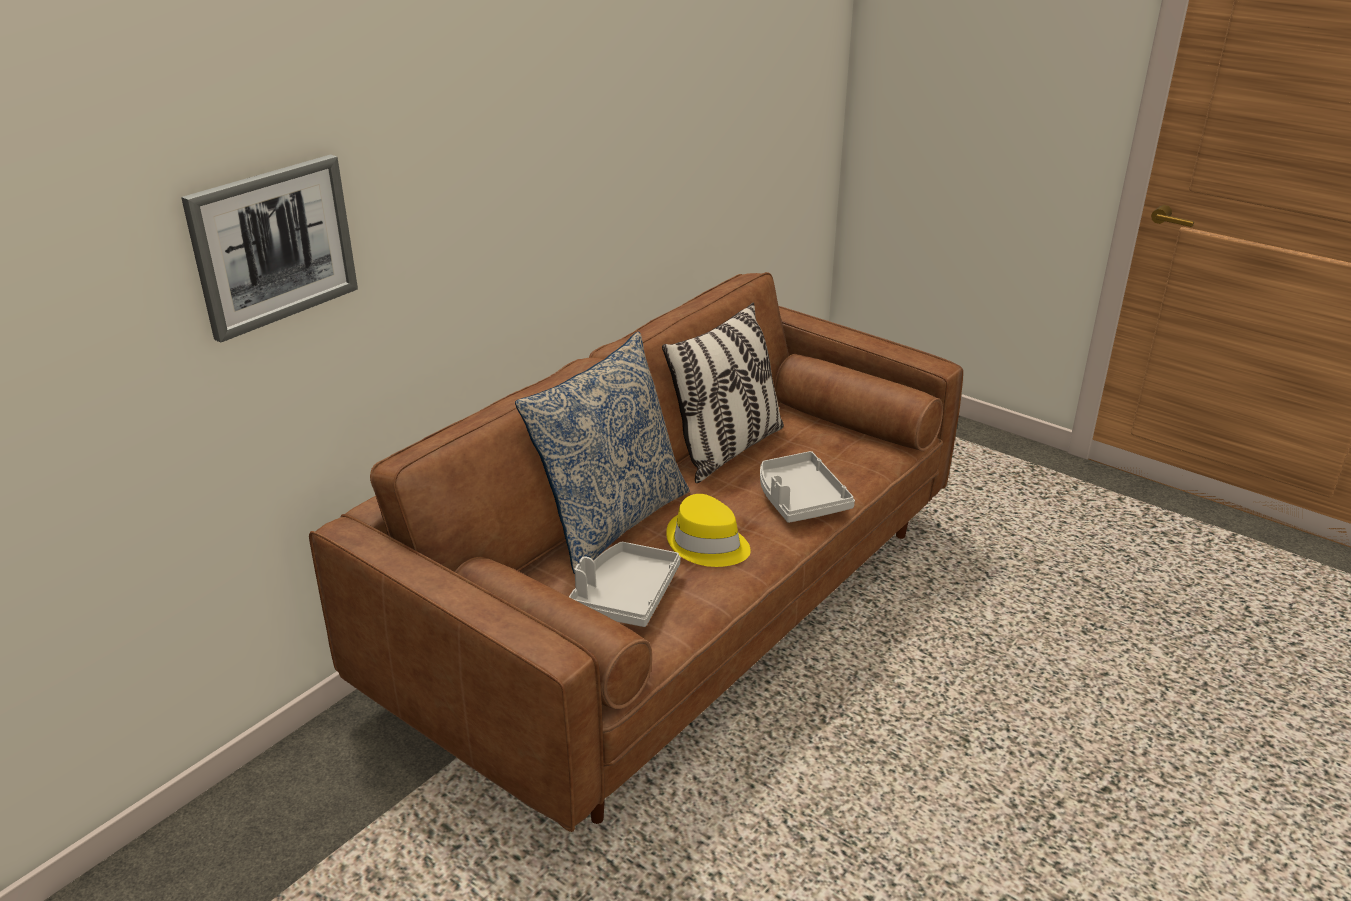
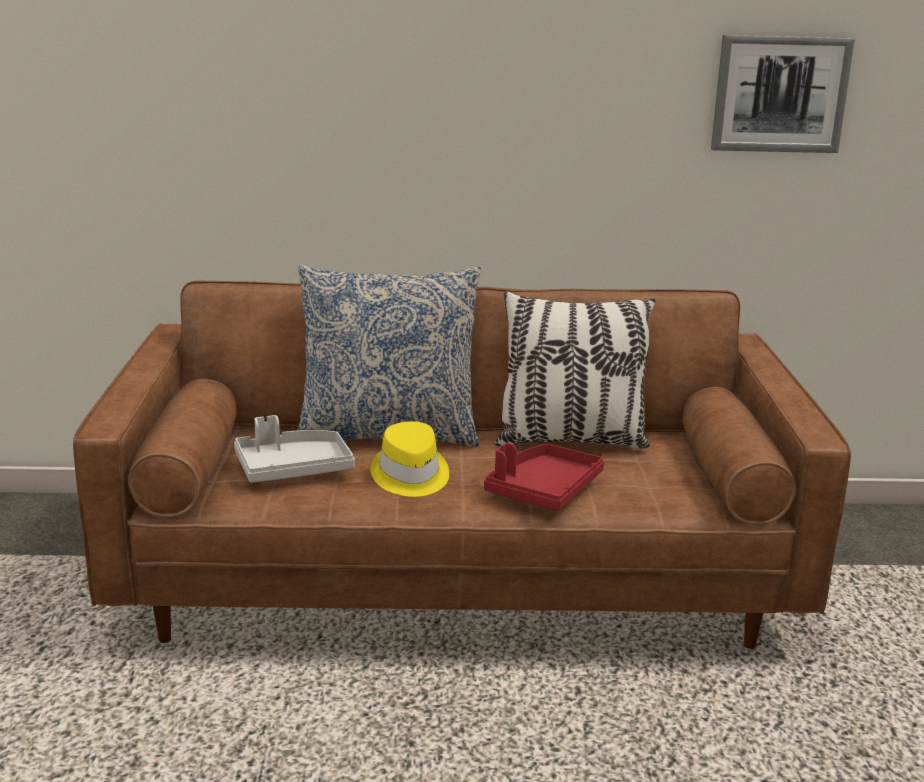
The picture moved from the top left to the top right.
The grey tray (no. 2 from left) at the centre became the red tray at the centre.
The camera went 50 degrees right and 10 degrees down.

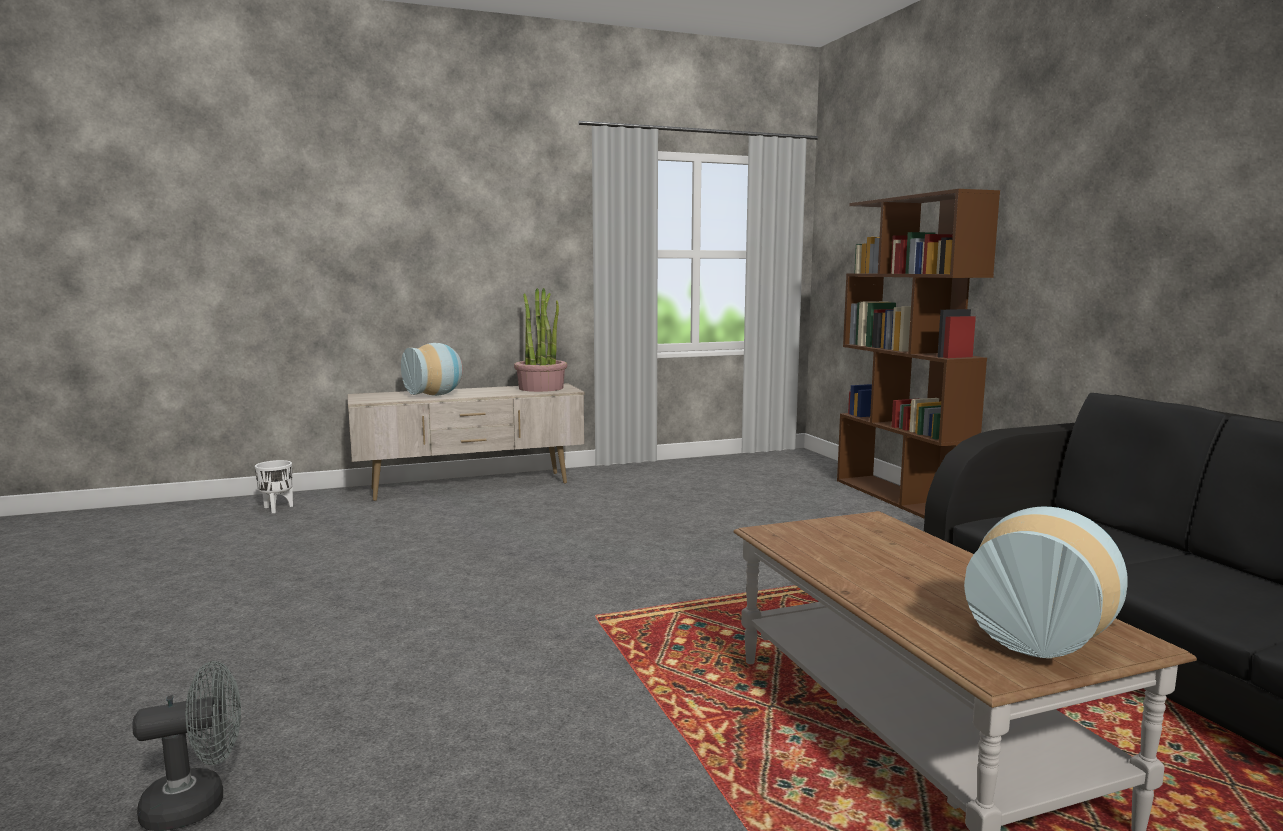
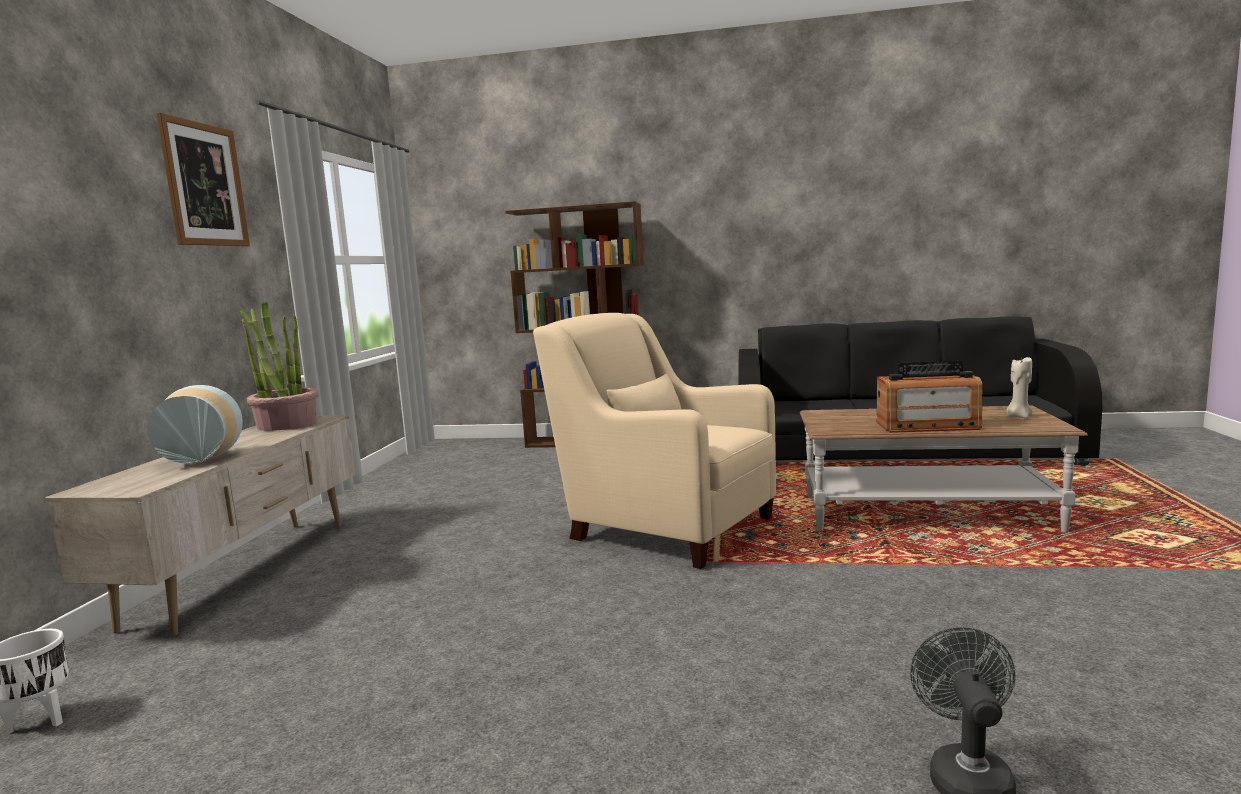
The vase (no. 2 from left) at the bottom right was replaced by the beige candle at the middle right.
The picture at the top left appeared.
The beige armchair at the centre appeared.
The radio at the middle right appeared.
The camera went 60 degrees left and 0 degrees up.

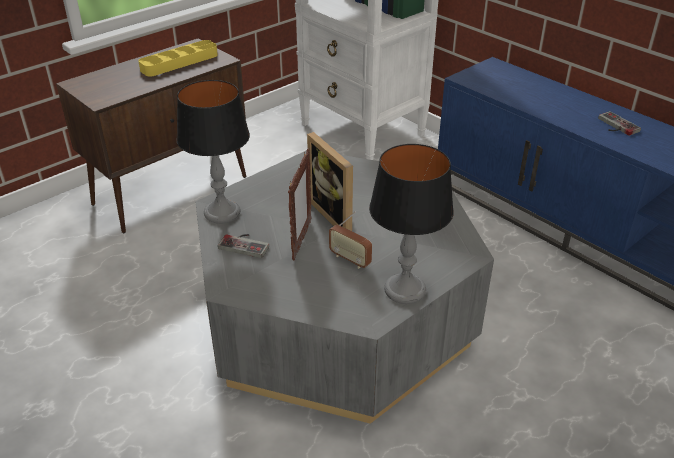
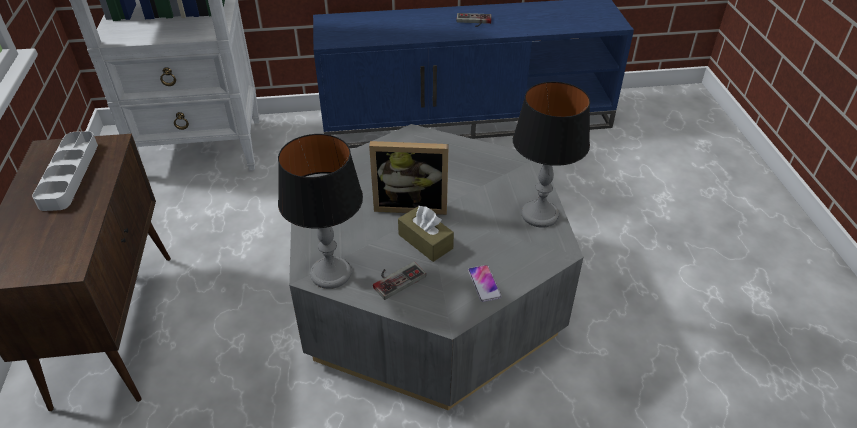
The yellow tray at the top left became the grey tray at the middle left.
The picture frame (no. 1 from left) at the centre was replaced by the brown tissue box at the centre.
The radio at the centre disappeared.
The phone at the centre appeared.
The camera went 55 degrees left and 5 degrees up.

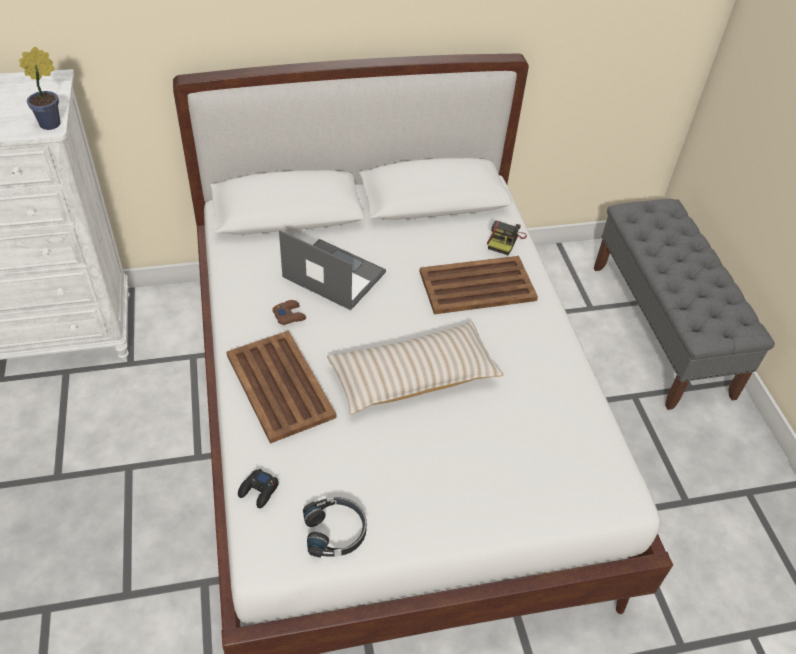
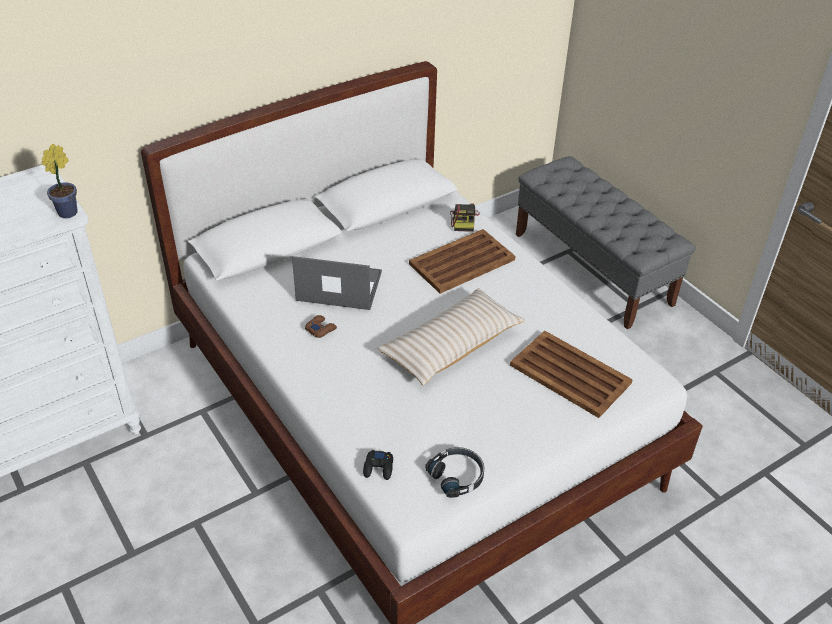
The brown tray (no. 1 from left in the first image) moved from the centre to the middle right.
The camera went 20 degrees left and 5 degrees down.

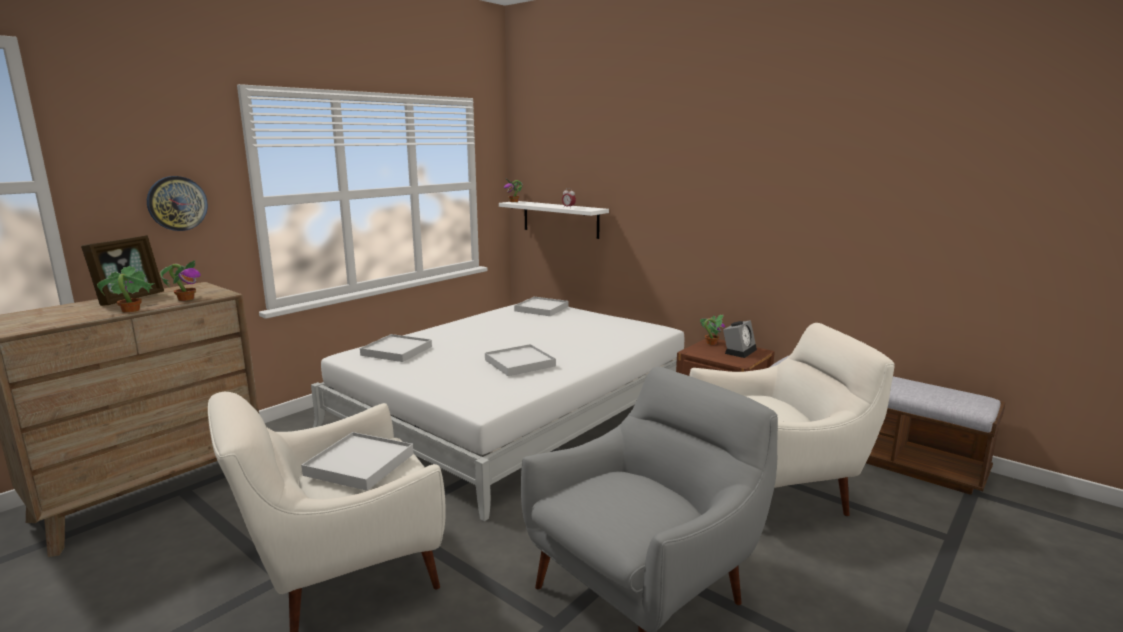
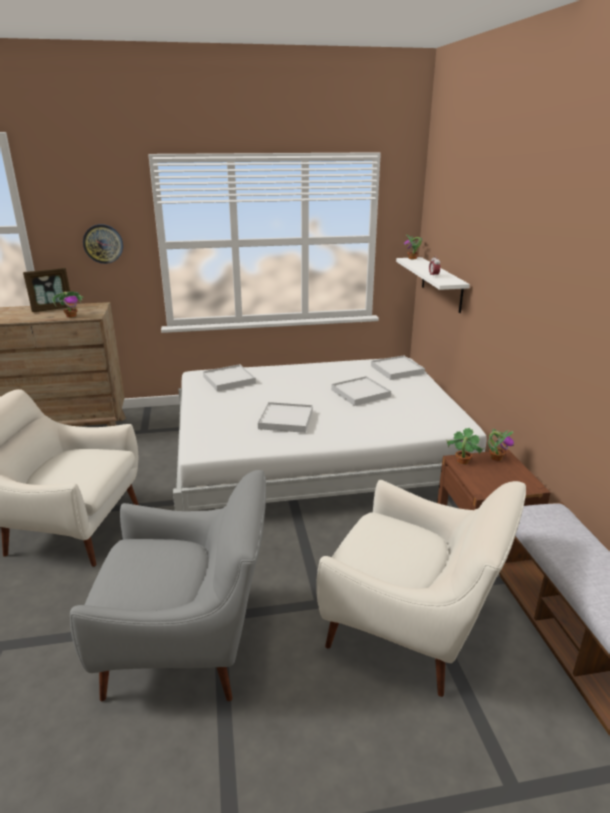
The potted plant (no. 1 from left in the first image) moved from the middle left to the middle right.
The white tray (no. 1 from left in the first image) moved from the bottom left to the centre.
The alarm clock (no. 2 from left) at the centre disappeared.
The camera went 40 degrees right and 10 degrees up.

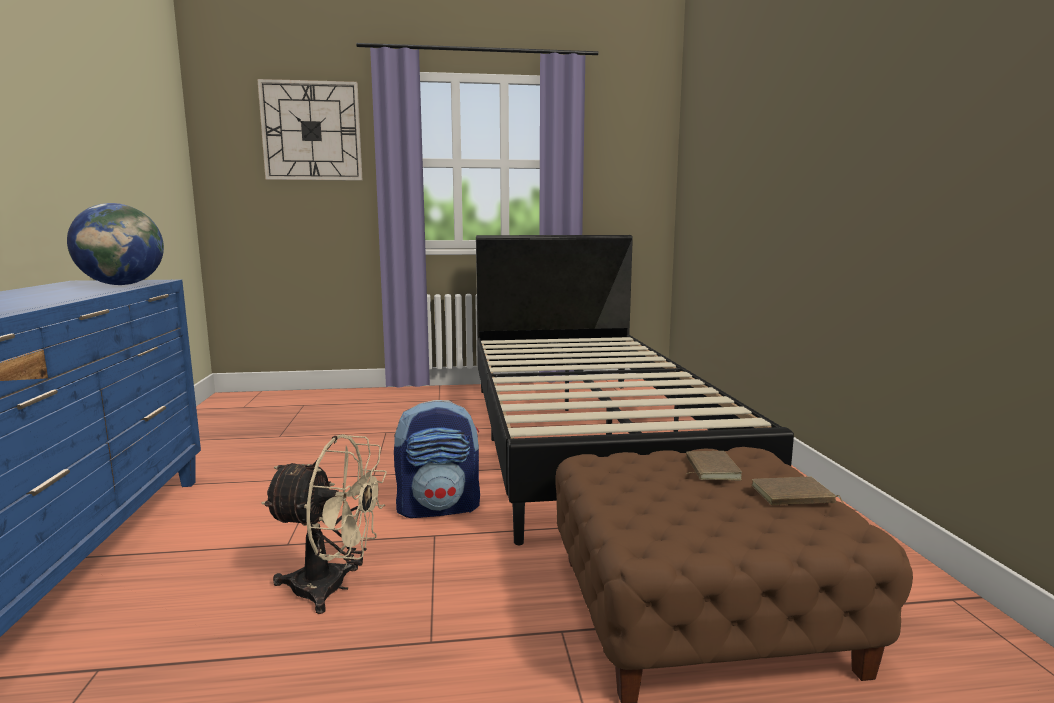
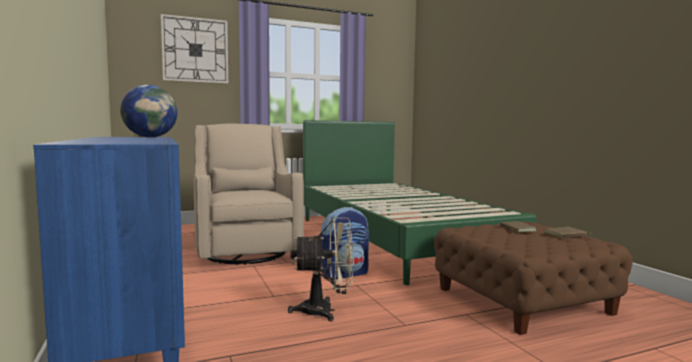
The black bed at the centre became the green bed at the centre.
The beige armchair at the centre appeared.
The camera went 15 degrees left and 5 degrees down.

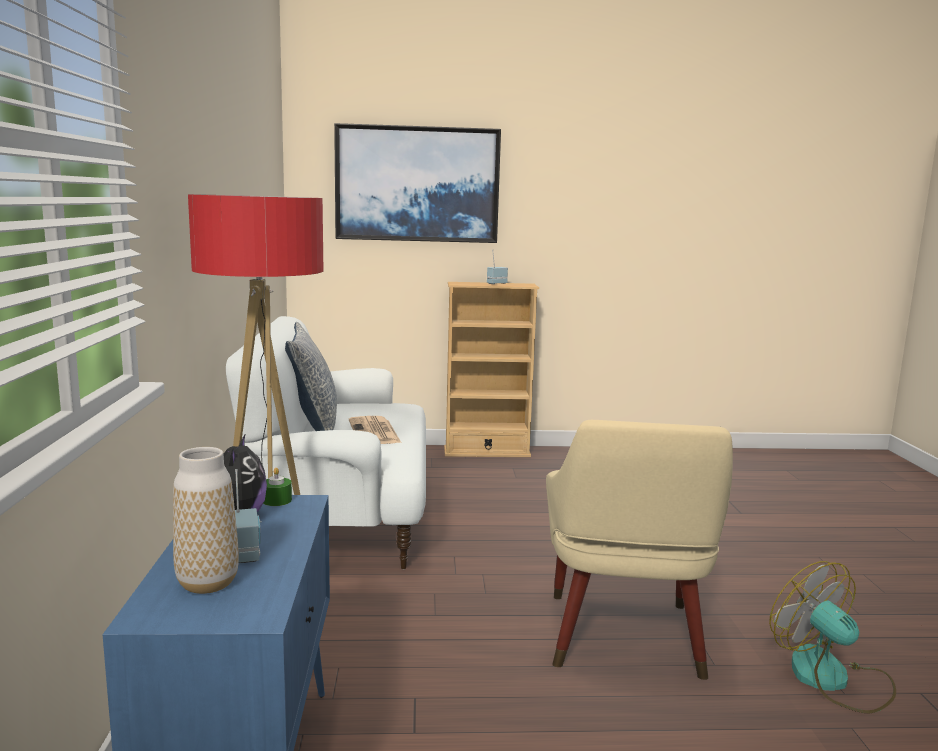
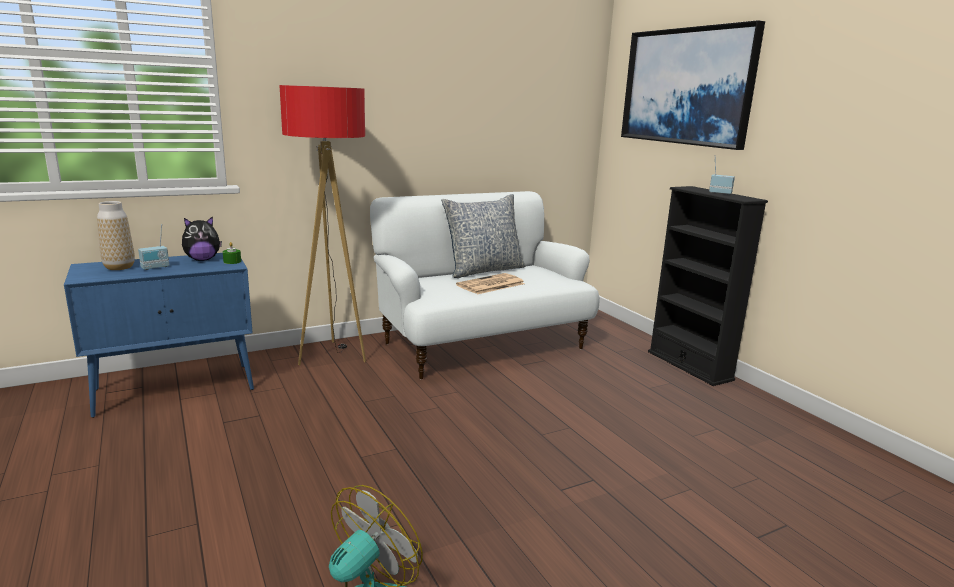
The beige bookcase at the centre became the black bookcase at the middle right.
The beige armchair at the bottom right disappeared.
The camera went 65 degrees right and 5 degrees up.

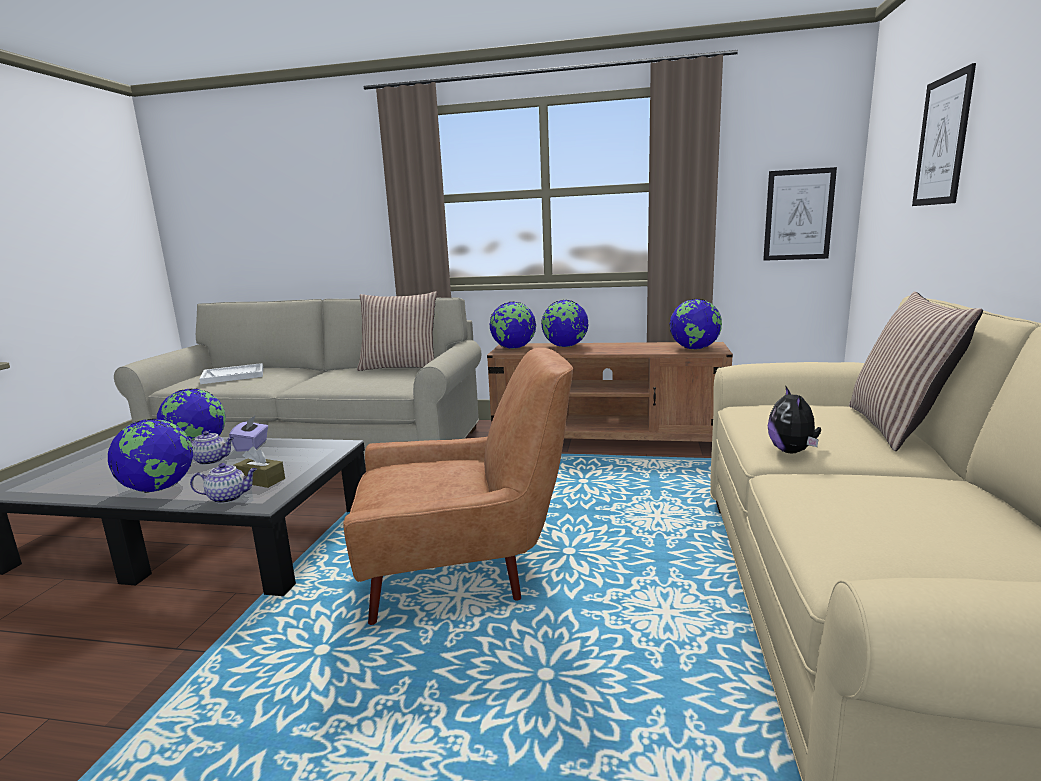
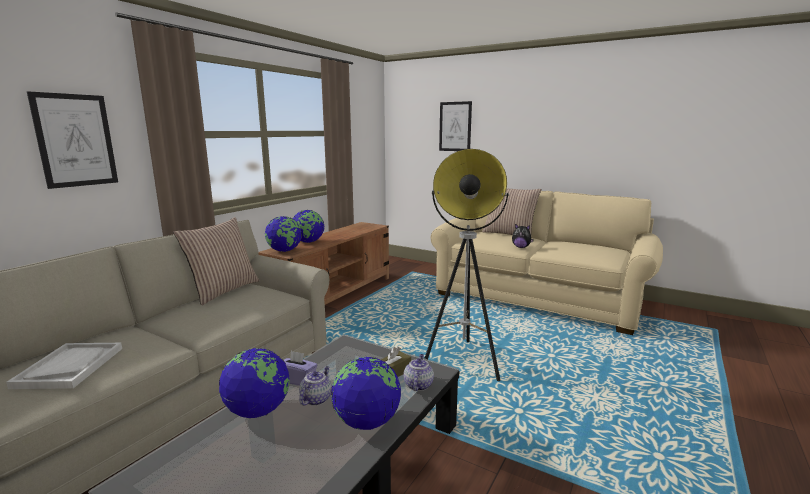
The brown armchair at the centre was replaced by the floor lamp at the centre.
The globe (no. 5 from left) at the middle right disappeared.
The picture (no. 1 from left) moved from the top right to the top left.
The camera went 70 degrees left and 0 degrees up.

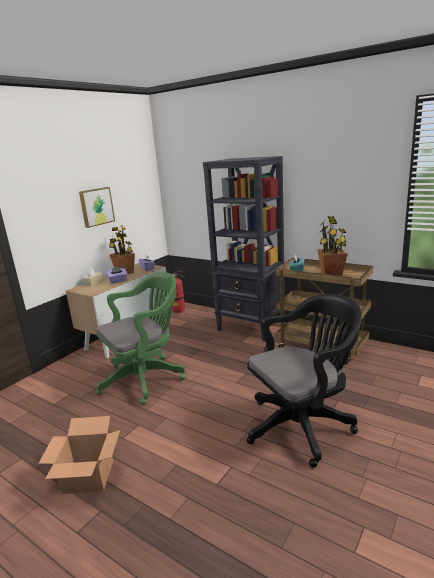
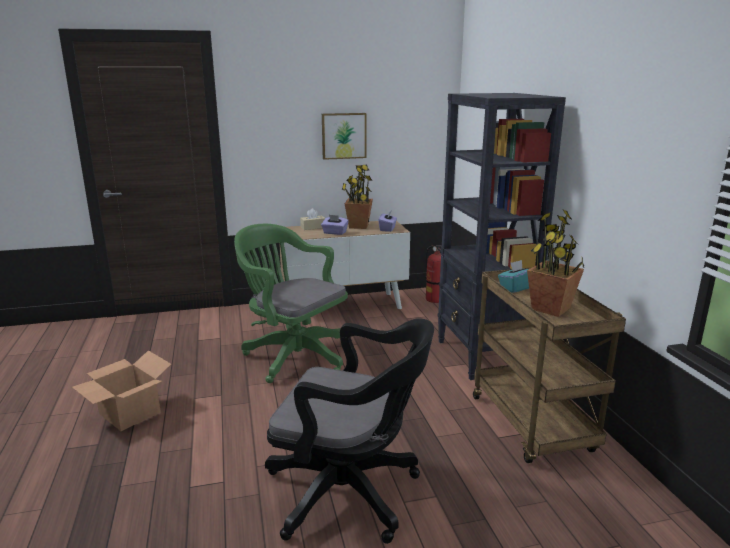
The green office chair at the middle left turned 150 degrees counterclockwise.
The camera went 40 degrees right and 0 degrees up.

